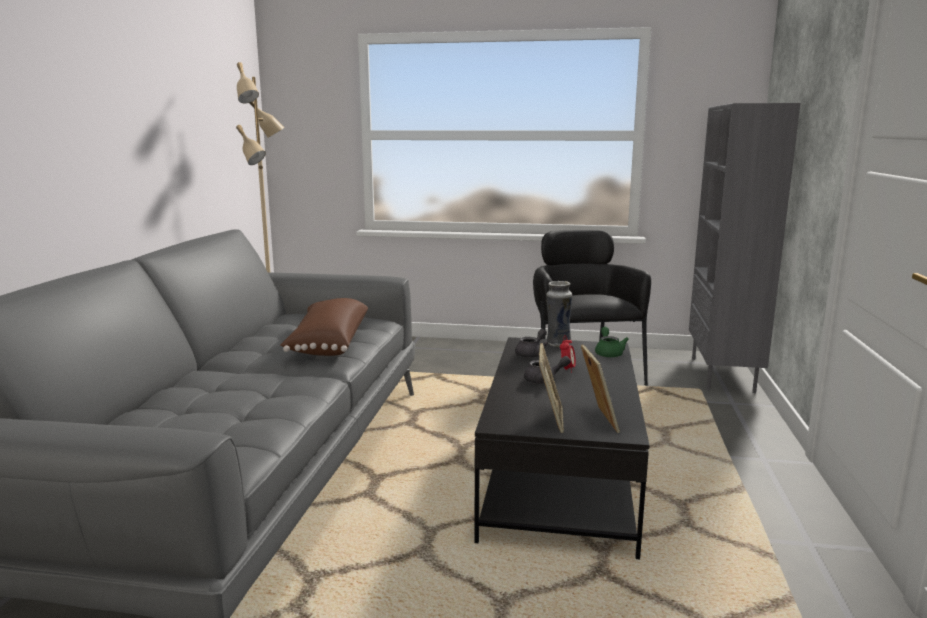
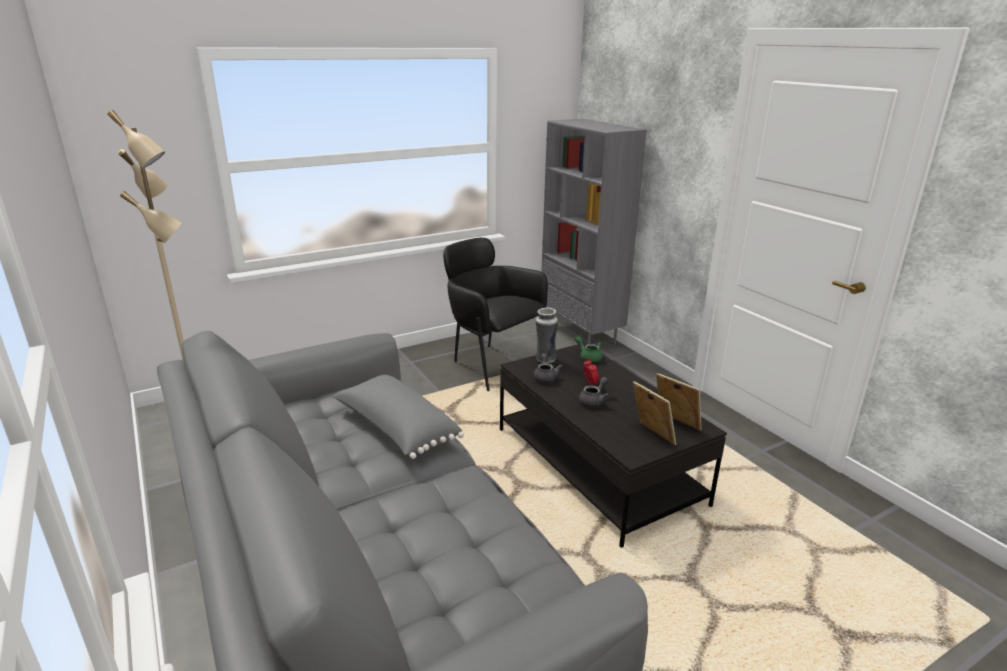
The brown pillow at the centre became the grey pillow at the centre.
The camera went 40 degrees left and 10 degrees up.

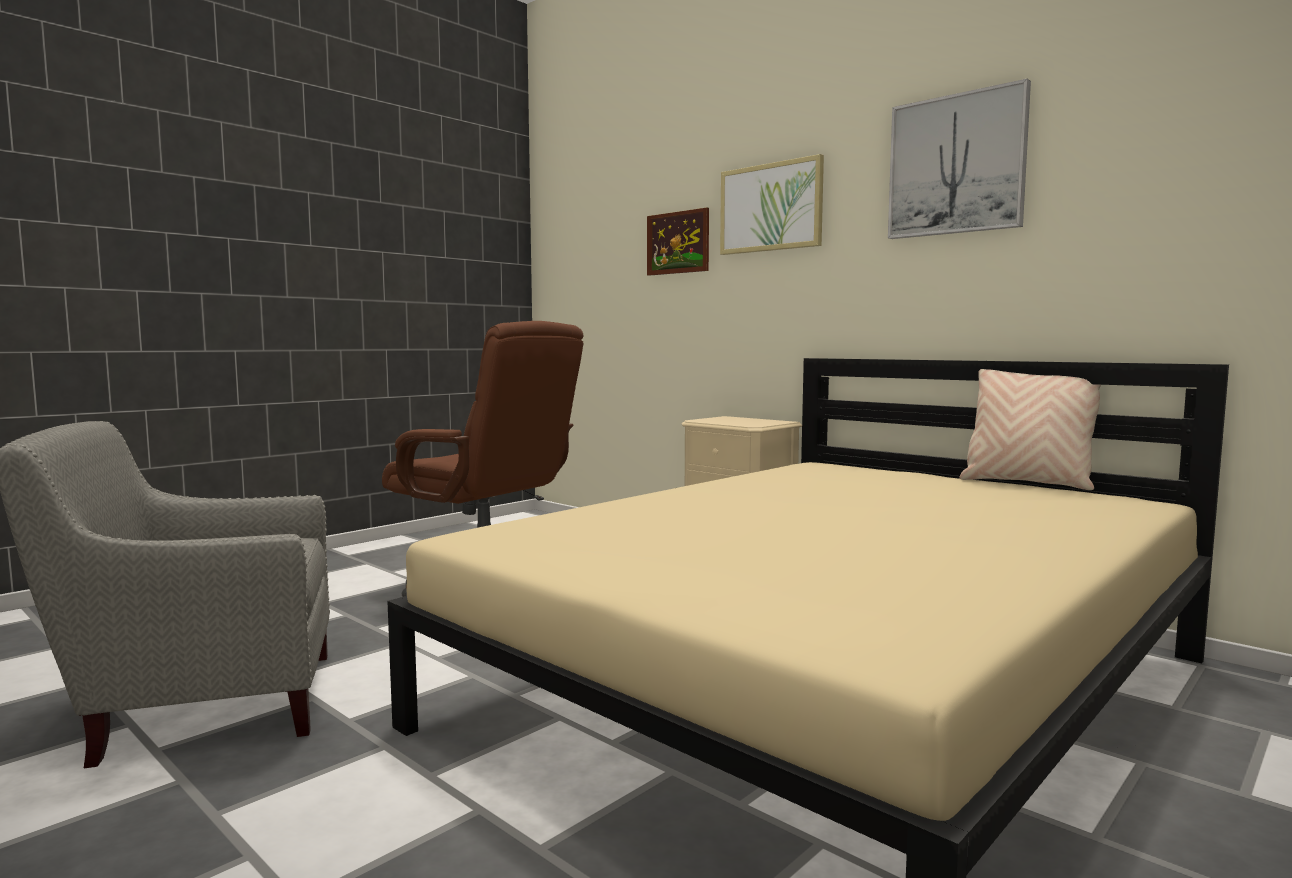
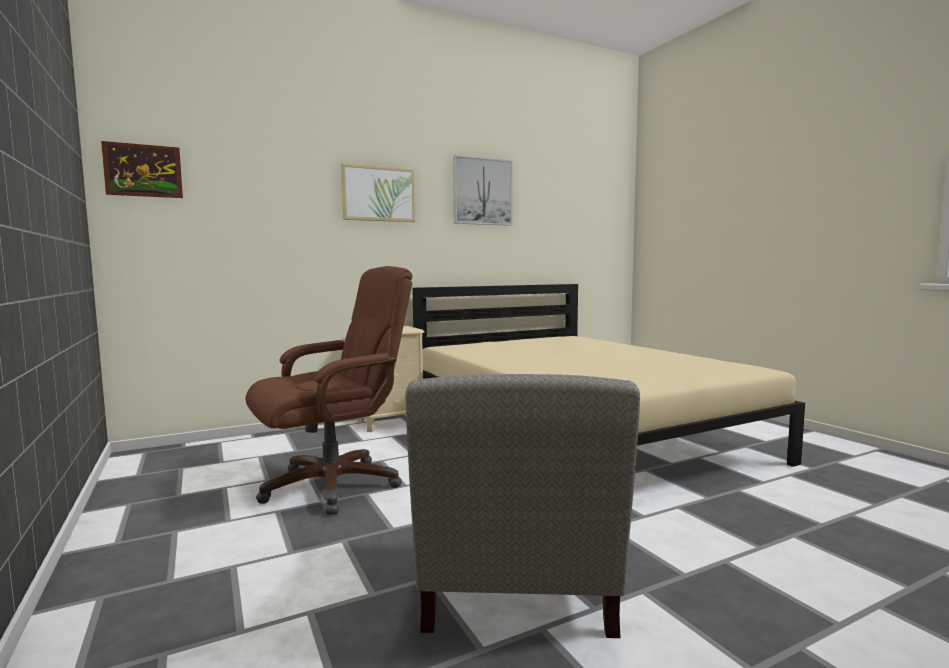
The picture (no. 1 from left) moved from the top centre to the top left.
The beige pillow at the middle right disappeared.
The camera went 70 degrees left and 0 degrees up.

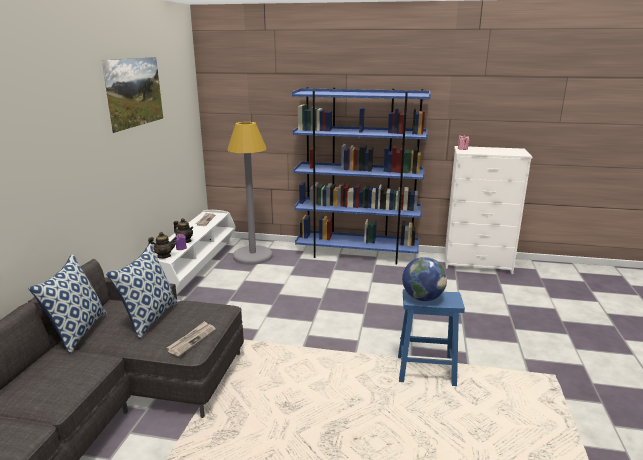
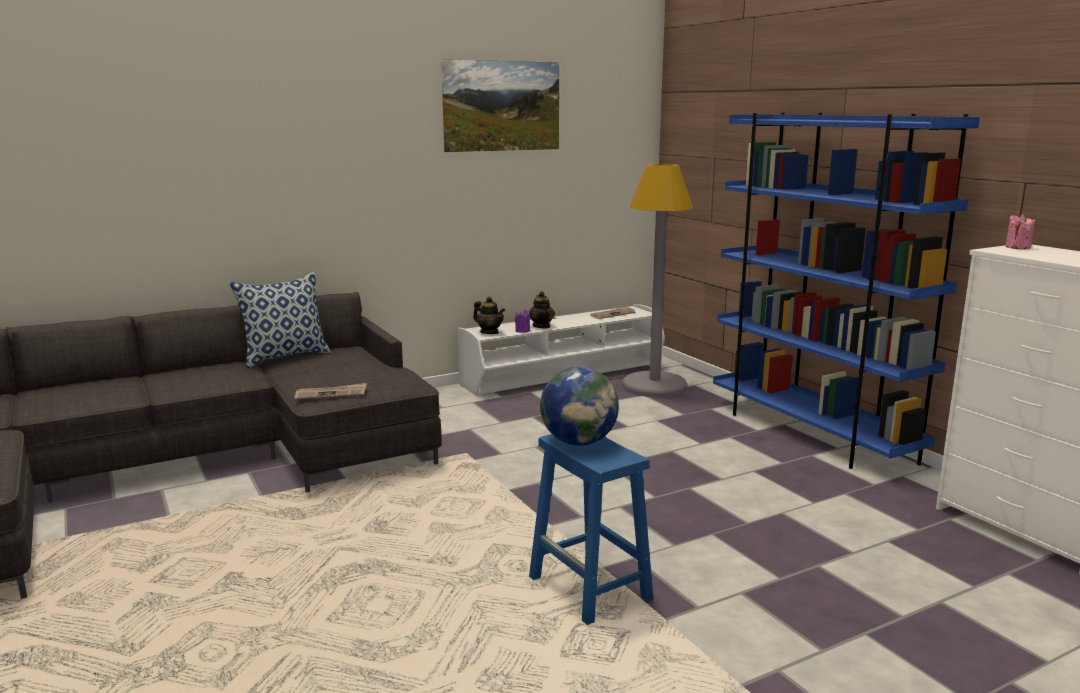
The pillow (no. 2 from left) at the middle left disappeared.
The camera went 50 degrees right and 5 degrees down.

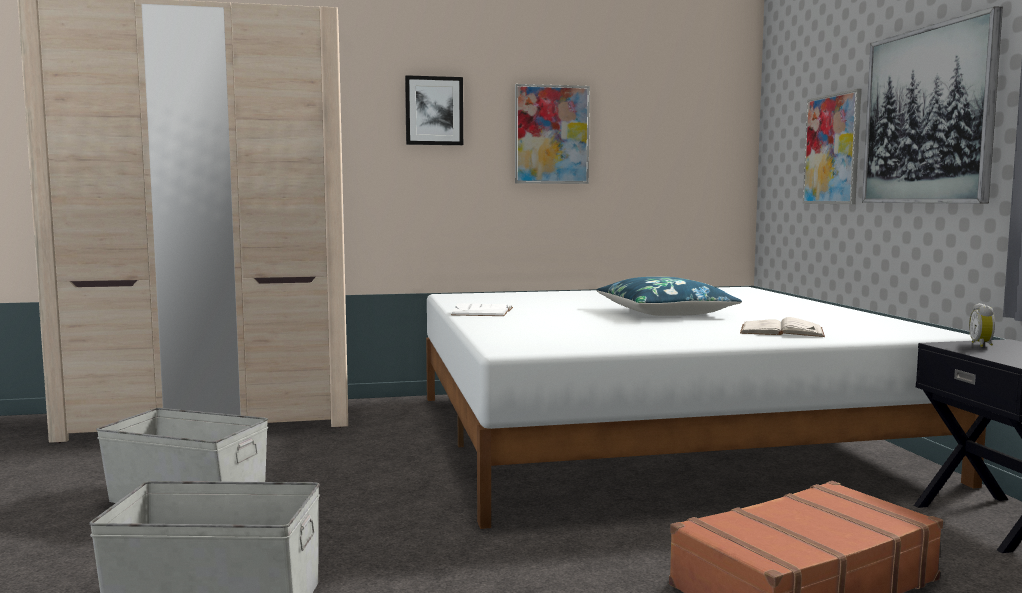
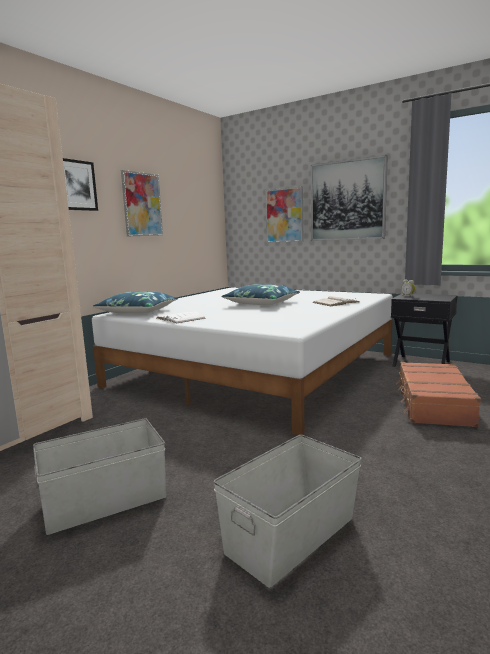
The blue pillow (no. 1 from left) at the middle left appeared.
The camera went 45 degrees left and 5 degrees up.

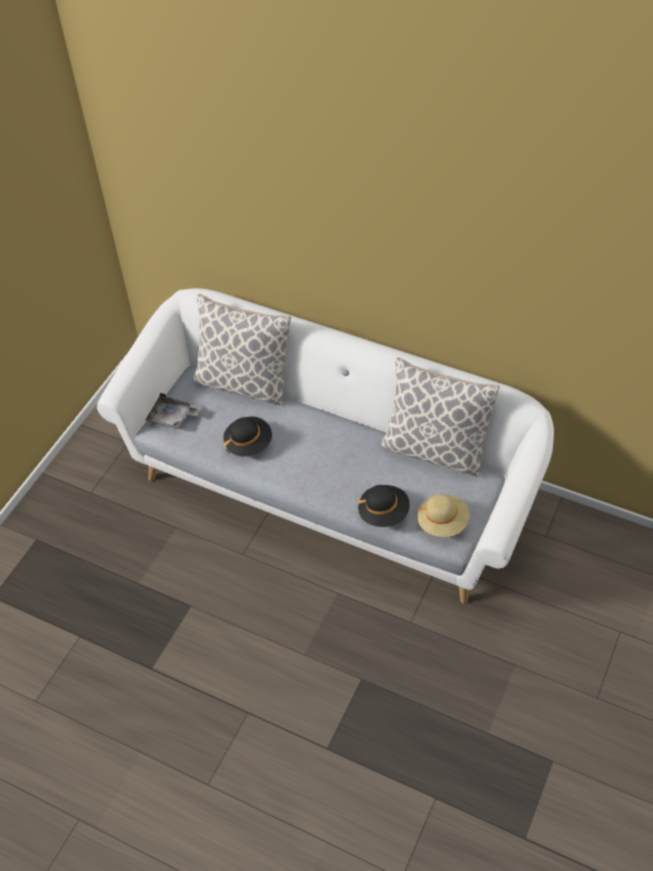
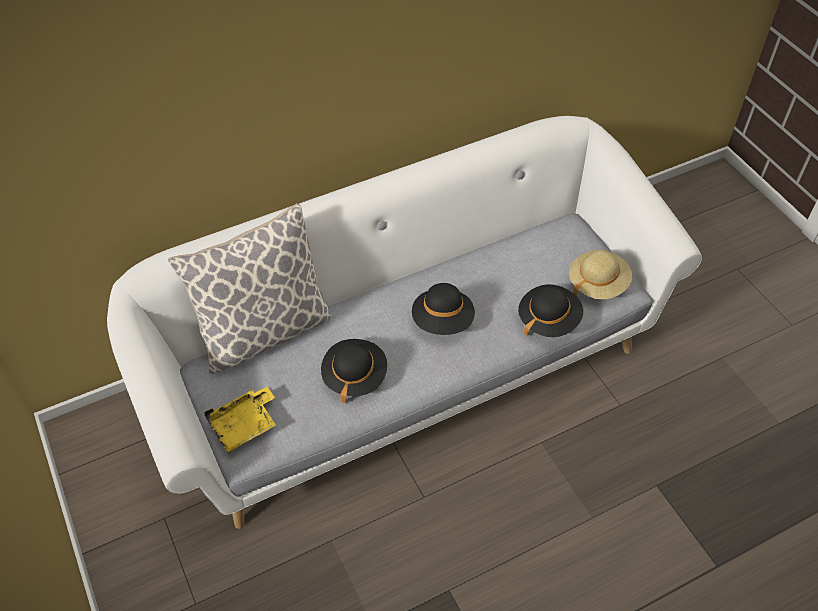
The grey tray at the middle left became the yellow tray at the bottom left.
The pillow (no. 2 from left) at the middle right disappeared.
The black hat (no. 2 from left) at the centre appeared.
The camera went 55 degrees left and 0 degrees up.

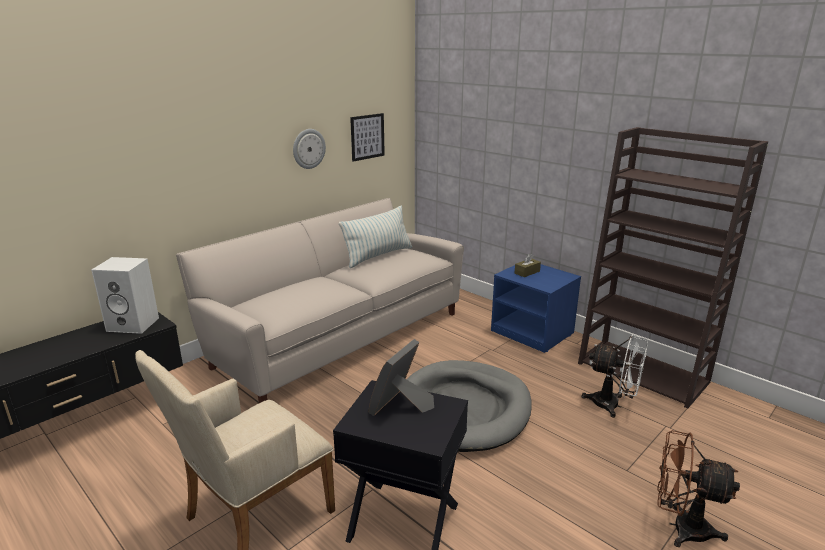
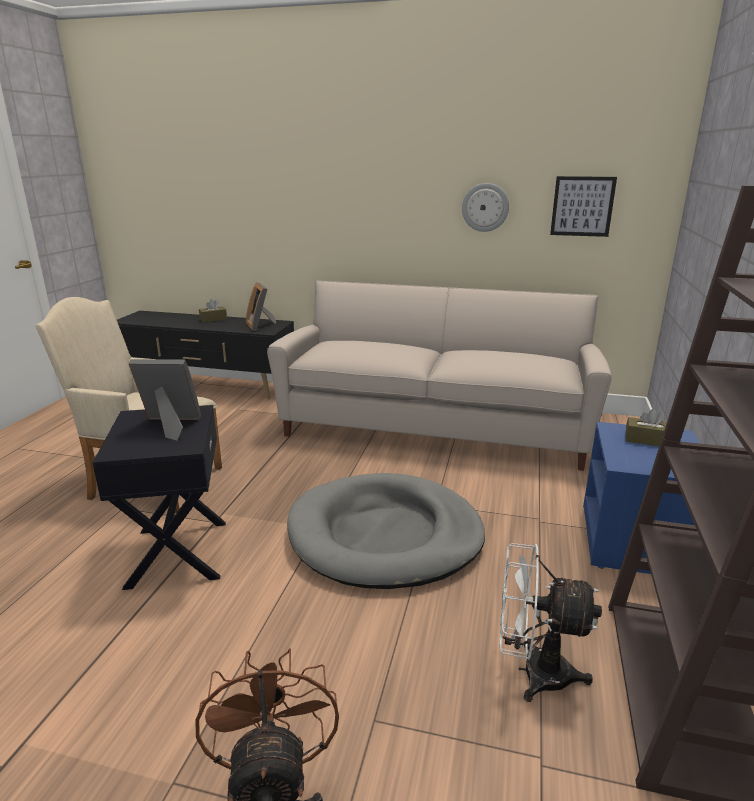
The white speaker at the middle left was replaced by the picture frame (no. 2 from left) at the centre.
The pillow at the centre disappeared.
The white fan at the bottom right turned 105 degrees clockwise.
The brown tissue box (no. 1 from left) at the middle left appeared.
The camera went 60 degrees right and 0 degrees up.

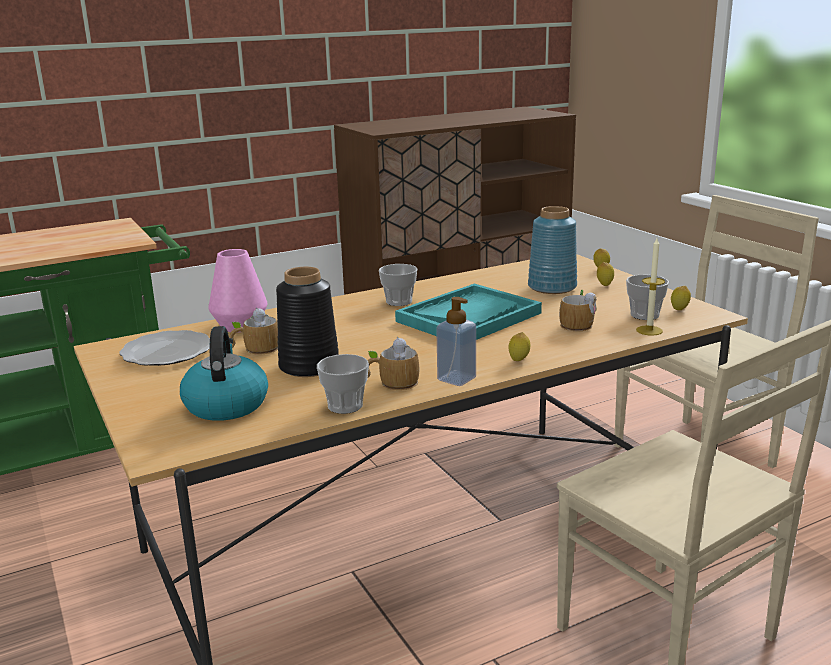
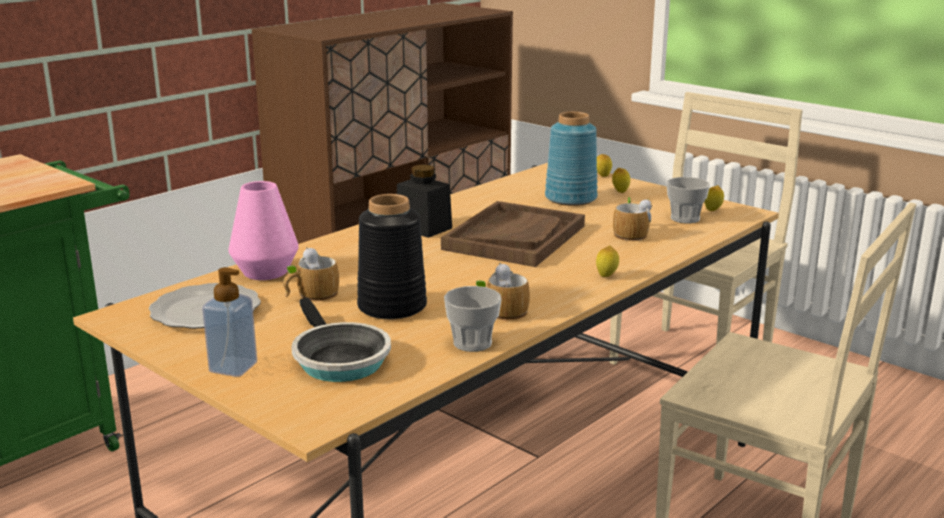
The kettle at the middle left was replaced by the frying pan at the centre.
The cup (no. 2 from left) at the centre was replaced by the black jar at the centre.
The turquoise tray at the centre became the brown tray at the centre.
The soap dispenser moved from the centre to the middle left.
The candle at the middle right disappeared.
The camera went 20 degrees left and 0 degrees up.

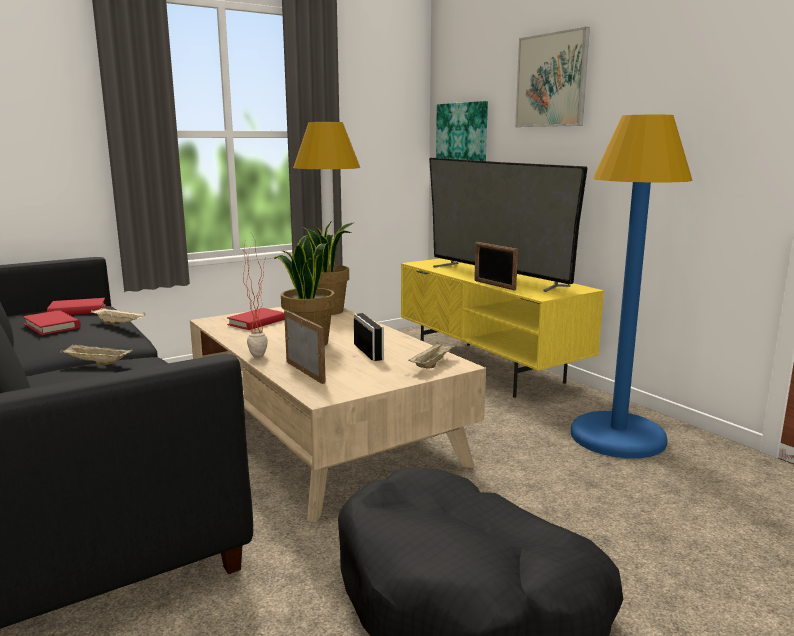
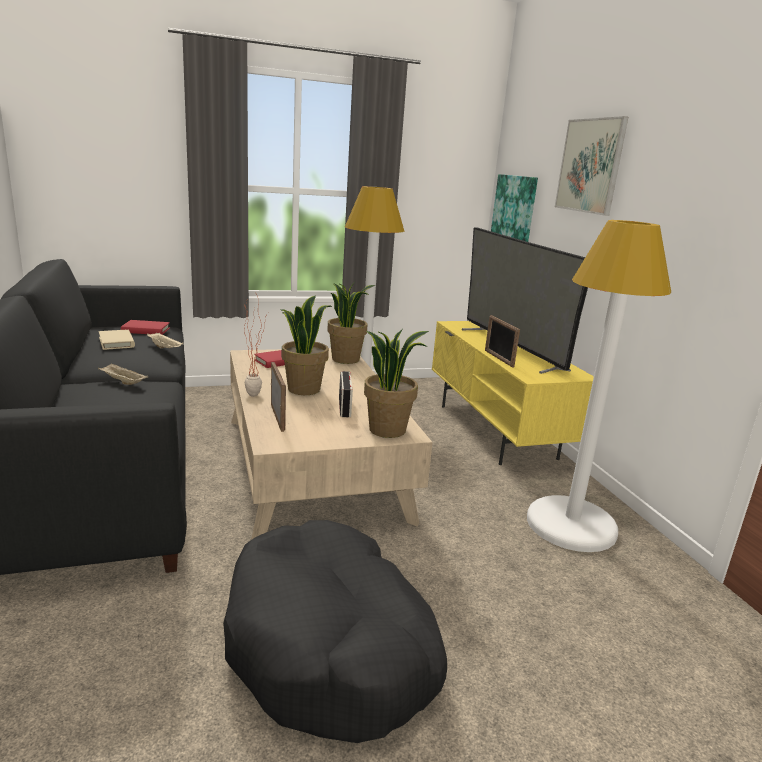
The red book (no. 1 from left) at the middle left became the beige book at the middle left.
The beige tray (no. 3 from left) at the centre was replaced by the potted plant (no. 4 from left) at the centre.
The blue floor lamp at the middle right became the white floor lamp (no. 2 from left) at the middle right.
The camera went 15 degrees right and 5 degrees up.

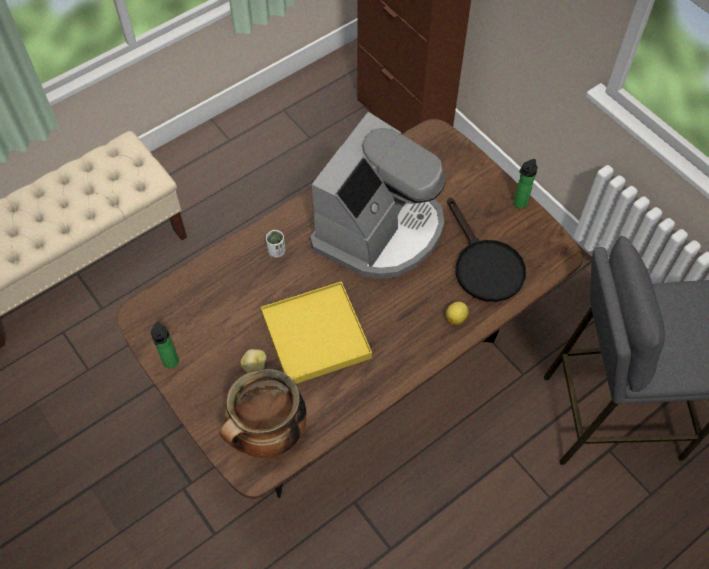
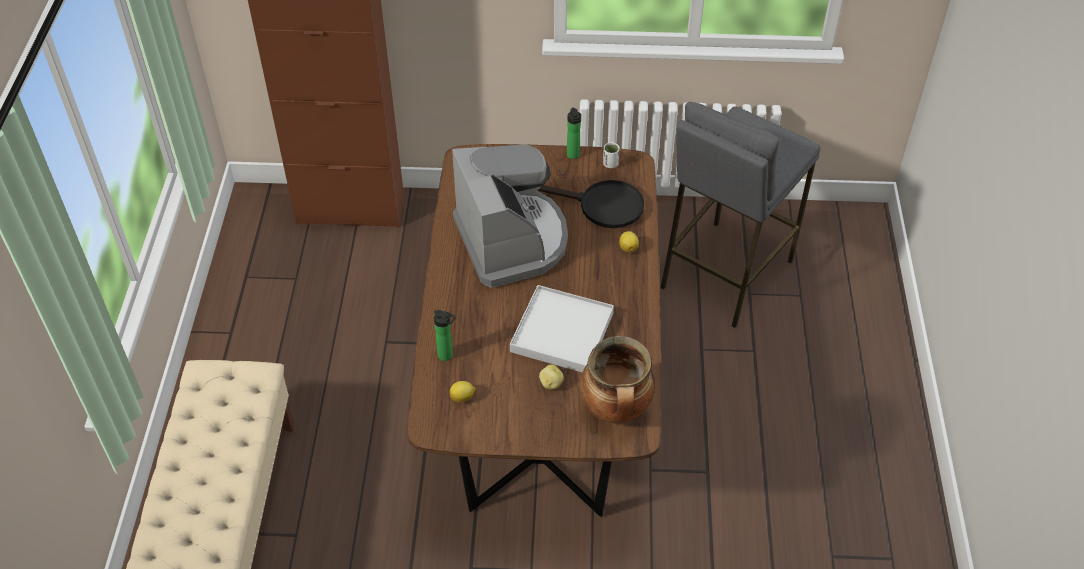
The bottle (no. 1 from left) moved from the middle left to the centre.
The yellow tray at the centre became the white tray at the centre.
The white cup moved from the centre to the top centre.
The lemon (no. 1 from left) at the bottom centre appeared.
The camera went 50 degrees left and 10 degrees down.

